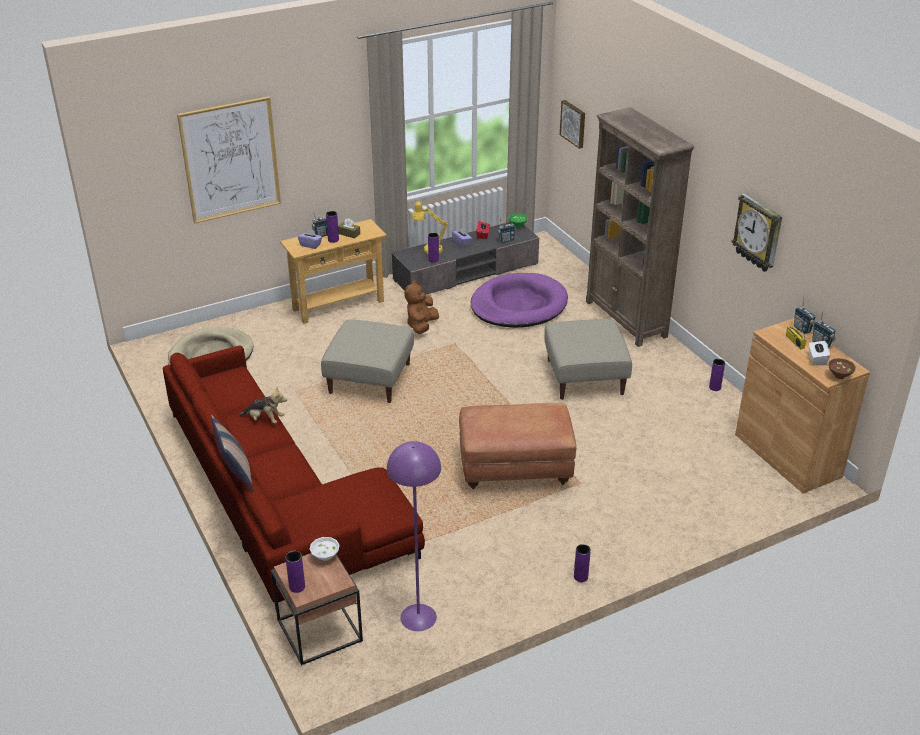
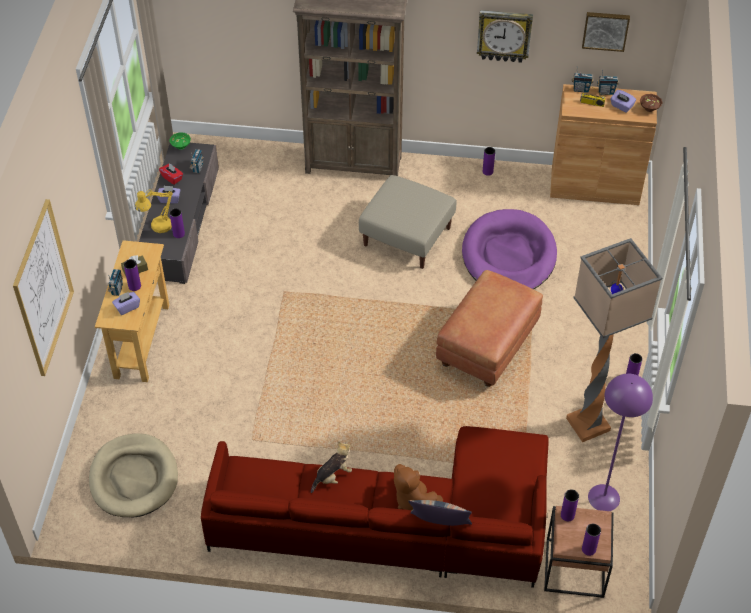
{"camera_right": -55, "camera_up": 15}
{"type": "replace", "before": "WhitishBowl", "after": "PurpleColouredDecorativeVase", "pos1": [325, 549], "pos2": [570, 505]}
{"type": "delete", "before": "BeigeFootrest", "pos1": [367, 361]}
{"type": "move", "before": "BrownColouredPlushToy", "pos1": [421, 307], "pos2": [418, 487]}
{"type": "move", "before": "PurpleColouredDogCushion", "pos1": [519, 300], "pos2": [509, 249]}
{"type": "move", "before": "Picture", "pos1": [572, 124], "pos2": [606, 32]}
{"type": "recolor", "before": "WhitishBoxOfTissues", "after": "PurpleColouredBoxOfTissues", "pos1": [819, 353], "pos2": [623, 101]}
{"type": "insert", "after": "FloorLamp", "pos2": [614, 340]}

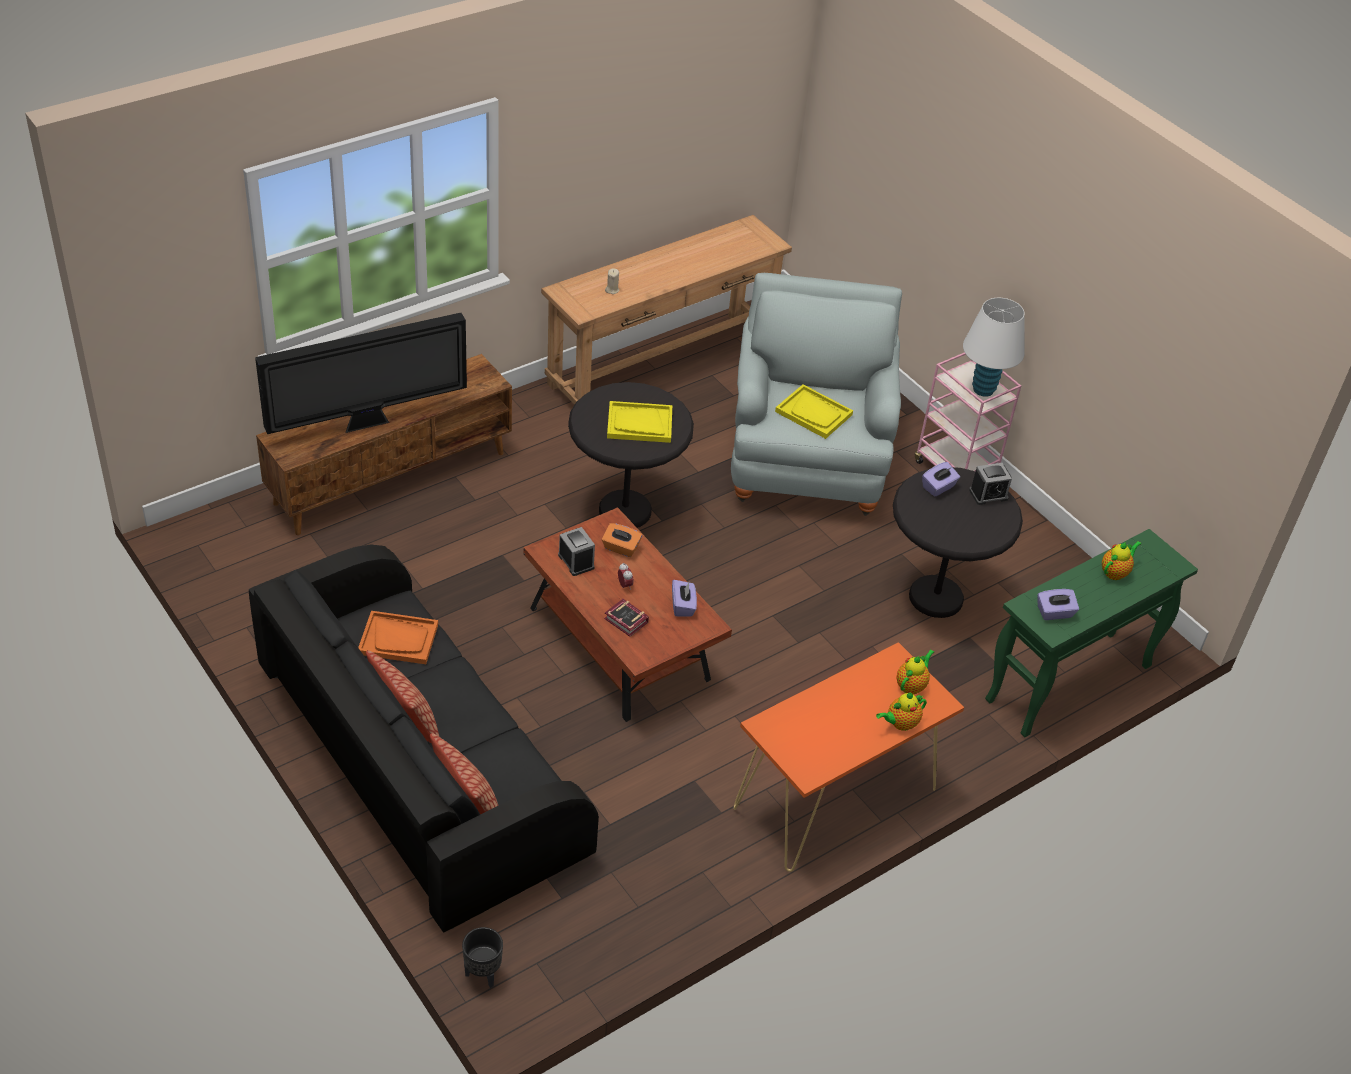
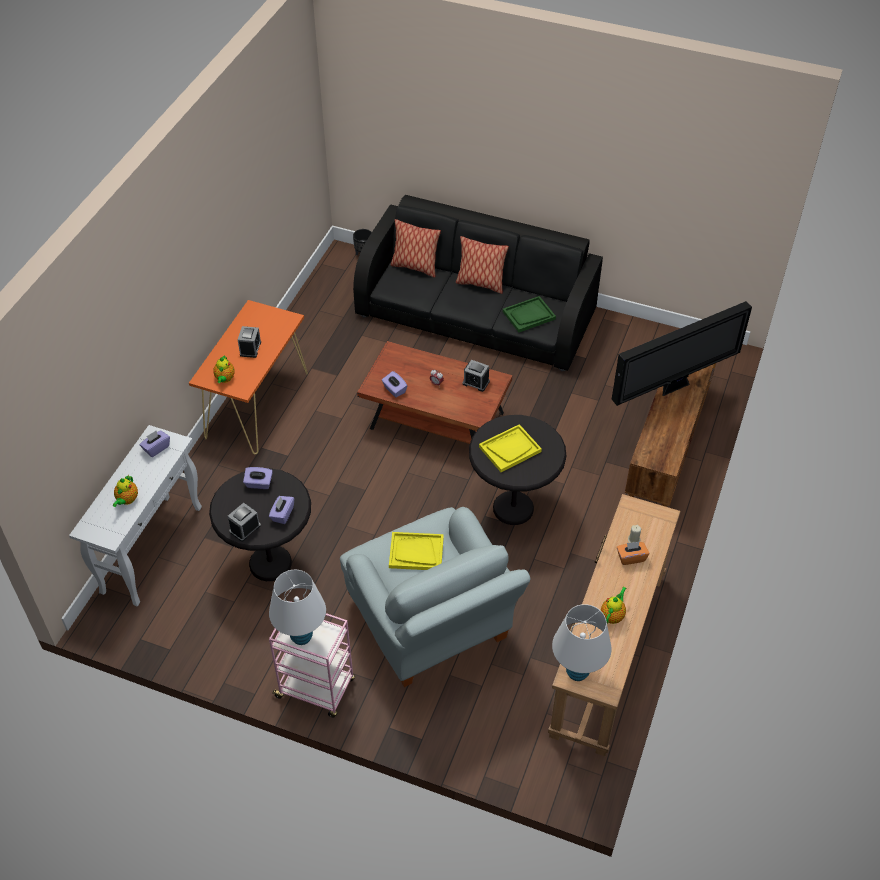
{"camera_right": 150, "camera_up": 5}
{"type": "rotate", "before": "TvSet", "pos1": [361, 373], "pos2": [682, 353], "turn": -150}
{"type": "recolor", "before": "OrangeColouredTray", "after": "GreenishTray", "pos1": [398, 637], "pos2": [529, 314]}
{"type": "move", "before": "OrangeColouredBoxOfTissues", "pos1": [622, 540], "pos2": [633, 553]}
{"type": "delete", "before": "BoundBook", "pos1": [626, 618]}
{"type": "move", "before": "PotForTea", "pos1": [901, 711], "pos2": [613, 605]}
{"type": "recolor", "before": "GreenishNarrowTable", "after": "WhitishNarrowTable", "pos1": [1091, 633], "pos2": [135, 515]}
{"type": "insert", "after": "AlarmClock", "pos2": [249, 342]}
{"type": "insert", "after": "PurpleColouredBoxOfTissues", "pos2": [258, 478]}
{"type": "insert", "after": "WhitishTabletopLamp", "pos2": [582, 642]}

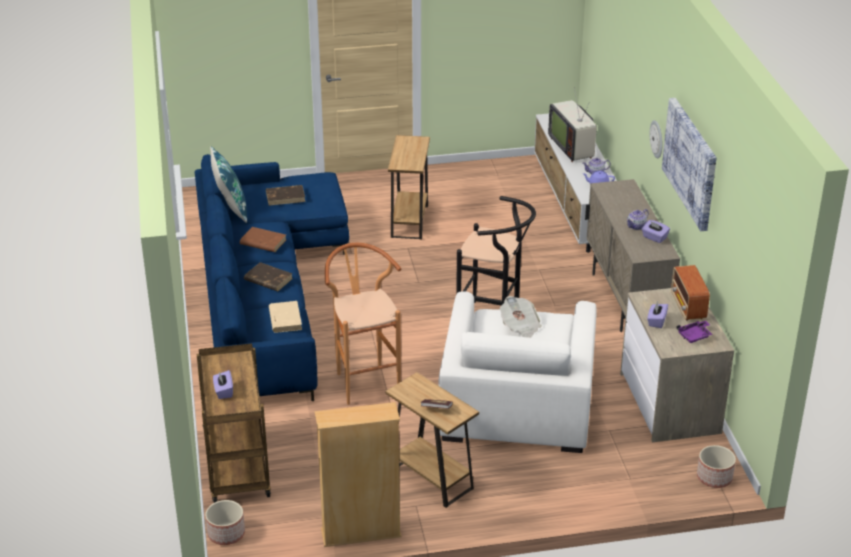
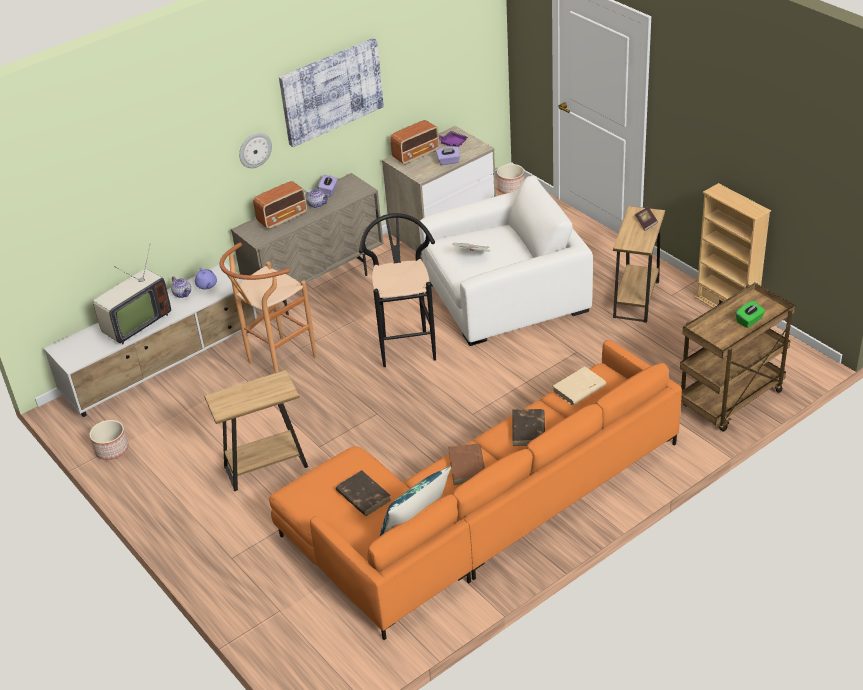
{"camera_right": -115, "camera_up": 5}
{"type": "recolor", "before": "BlueSettee", "after": "OrangeColouredSettee", "pos1": [272, 277], "pos2": [475, 490]}
{"type": "move", "before": "PlantPot", "pos1": [225, 522], "pos2": [109, 440]}
{"type": "recolor", "before": "PurpleColouredBoxOfTissues", "after": "GreenishBoxOfTissues", "pos1": [223, 384], "pos2": [750, 314]}
{"type": "move", "before": "BrownColouredStool", "pos1": [363, 324], "pos2": [267, 308]}
{"type": "insert", "after": "RadioReceiver", "pos2": [280, 205]}

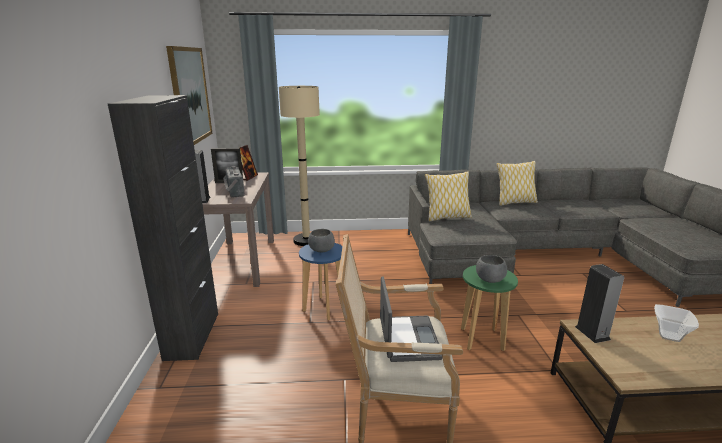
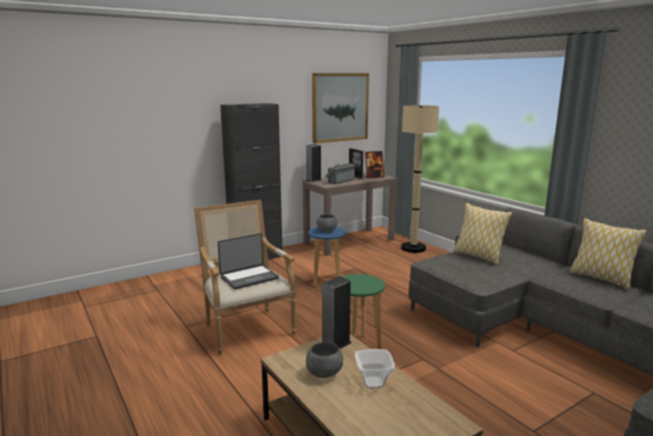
{"camera_right": 60, "camera_up": -5}
{"type": "move", "before": "GreyBowl", "pos1": [491, 269], "pos2": [324, 360]}

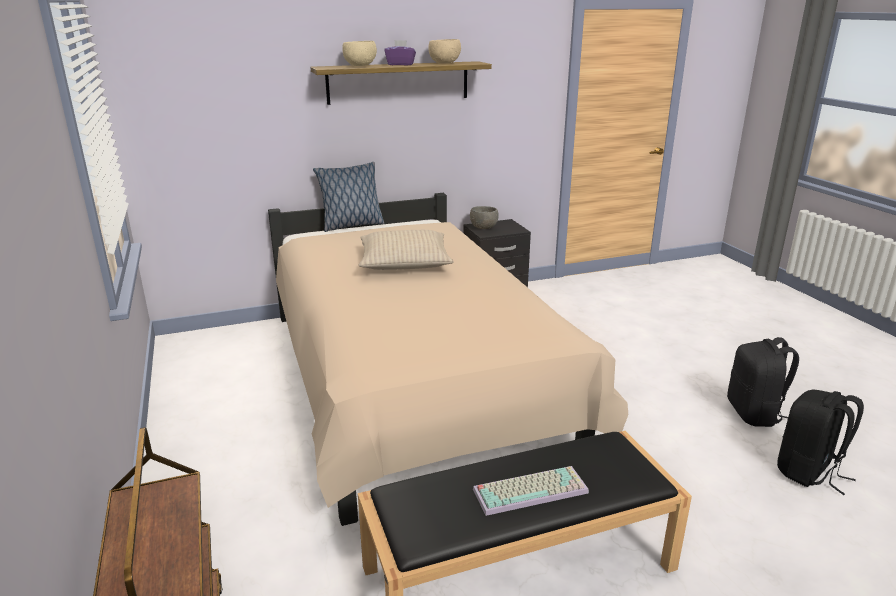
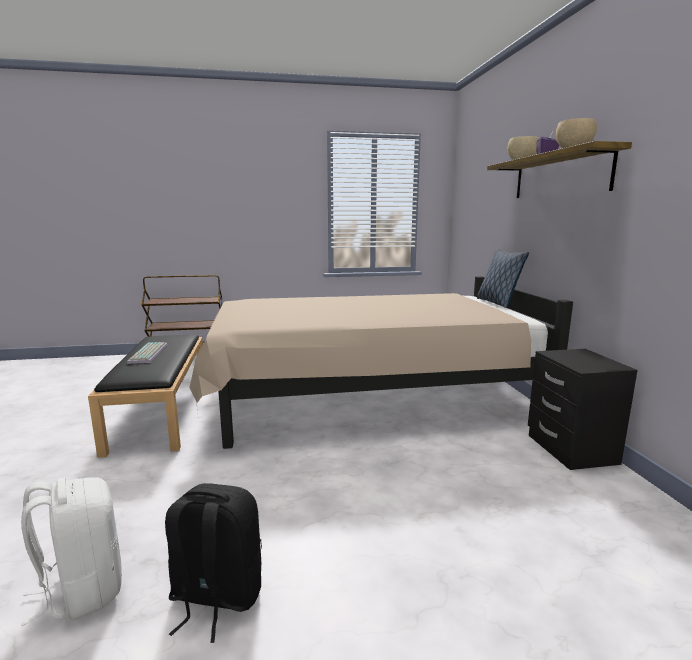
{"camera_right": 100, "camera_up": -10}
{"type": "delete", "before": "BeigePillow", "pos1": [406, 250]}
{"type": "delete", "before": "GreyBowl", "pos1": [484, 217]}
{"type": "recolor", "before": "BlackColouredBackpack", "after": "WhitishBackpack", "pos1": [820, 442], "pos2": [71, 551]}

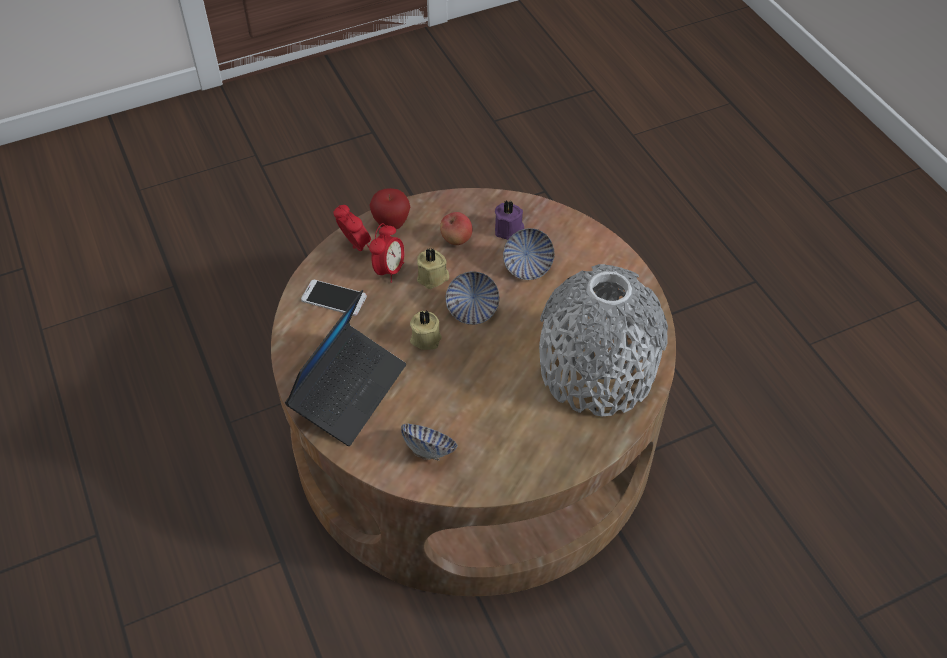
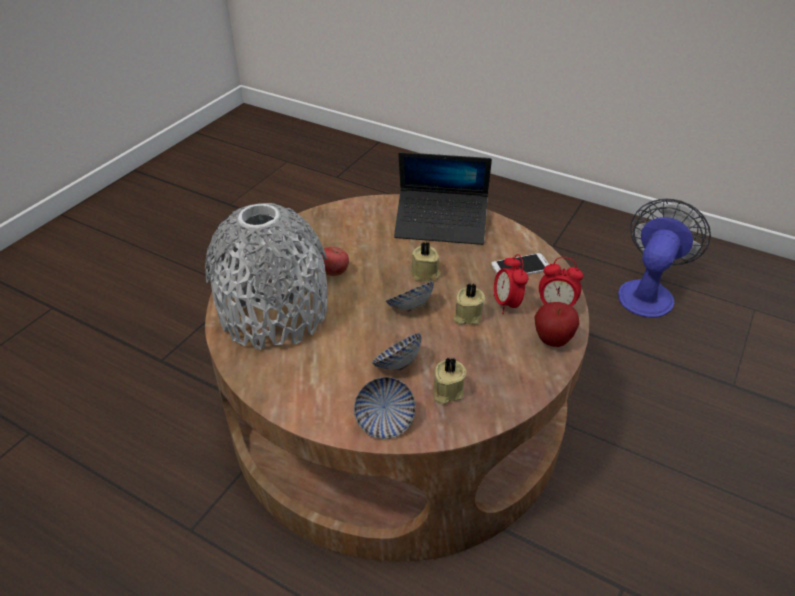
{"camera_right": 145, "camera_up": -10}
{"type": "rotate", "before": "NotebookComputer", "pos1": [345, 368], "pos2": [443, 198], "turn": -75}
{"type": "move", "before": "Bowl", "pos1": [429, 442], "pos2": [385, 408]}
{"type": "move", "before": "WholeApple", "pos1": [456, 228], "pos2": [335, 261]}
{"type": "recolor", "before": "PurpleColouredCandle", "after": "BeigeCandle", "pos1": [509, 220], "pos2": [449, 380]}
{"type": "insert", "after": "Fan", "pos2": [664, 258]}

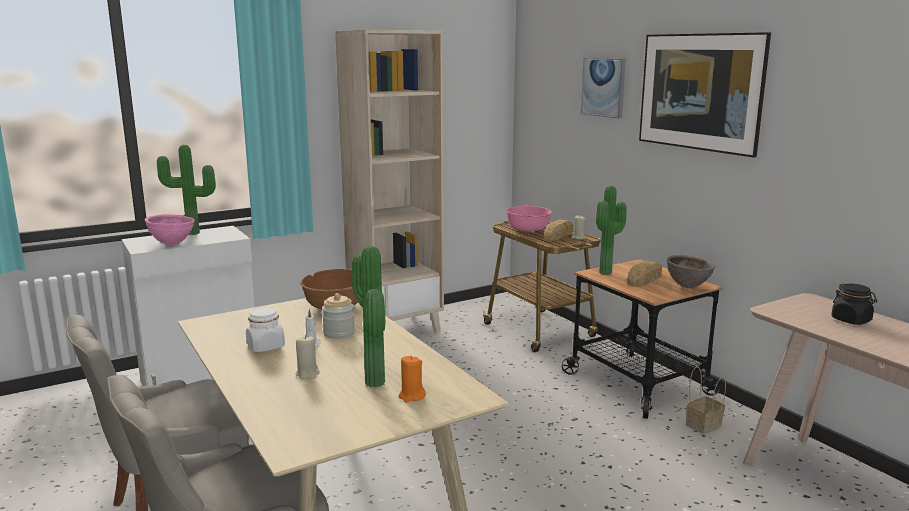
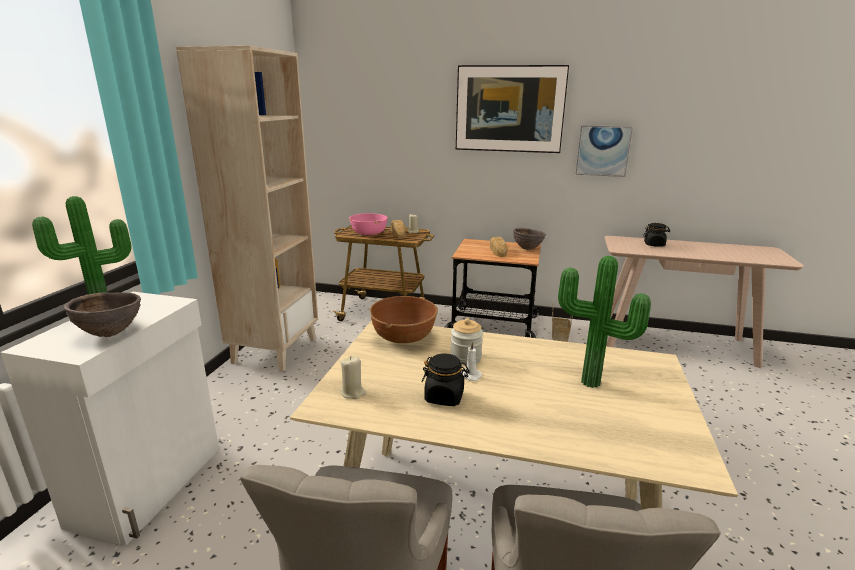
{"camera_right": -45, "camera_up": 5}
{"type": "recolor", "before": "PinkColouredBowl", "after": "BrownColouredBowl", "pos1": [170, 230], "pos2": [102, 314]}
{"type": "recolor", "before": "WhitishStorageJar", "after": "BlackColouredStorageJar", "pos1": [265, 329], "pos2": [445, 379]}
{"type": "move", "before": "BeigeCandle", "pos1": [307, 357], "pos2": [353, 377]}
{"type": "delete", "before": "OrangeColouredCandle", "pos1": [412, 379]}
{"type": "move", "before": "Picture", "pos1": [603, 88], "pos2": [604, 151]}
{"type": "delete", "before": "PlantInAPot", "pos1": [611, 230]}

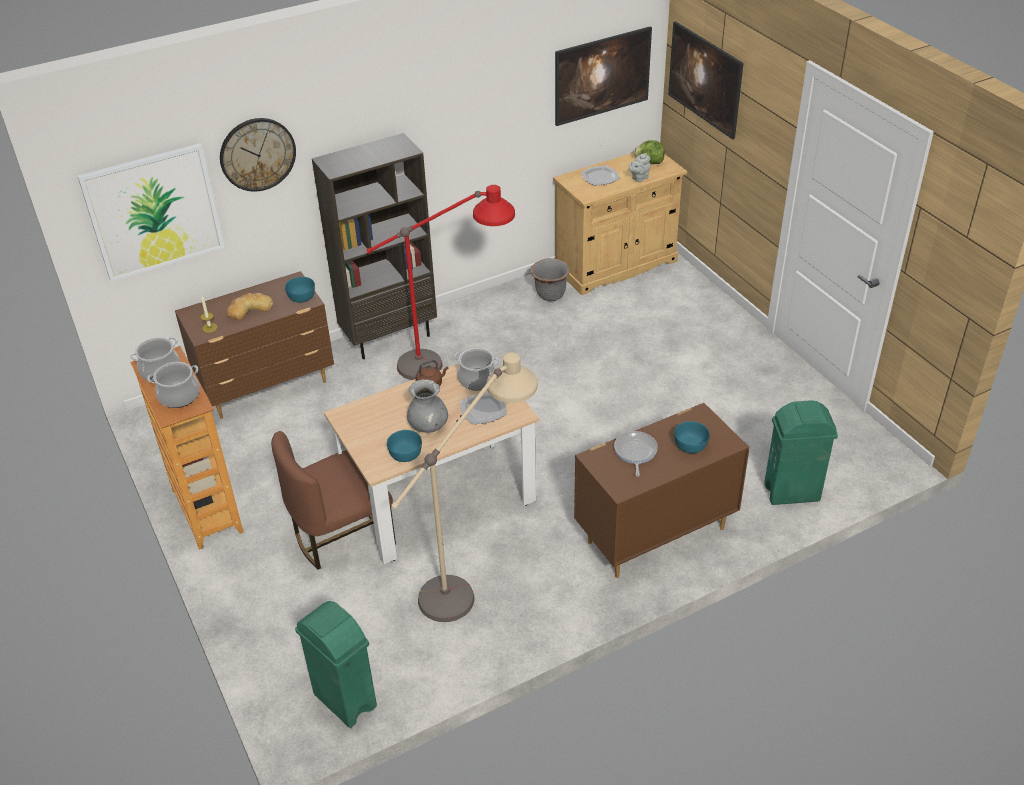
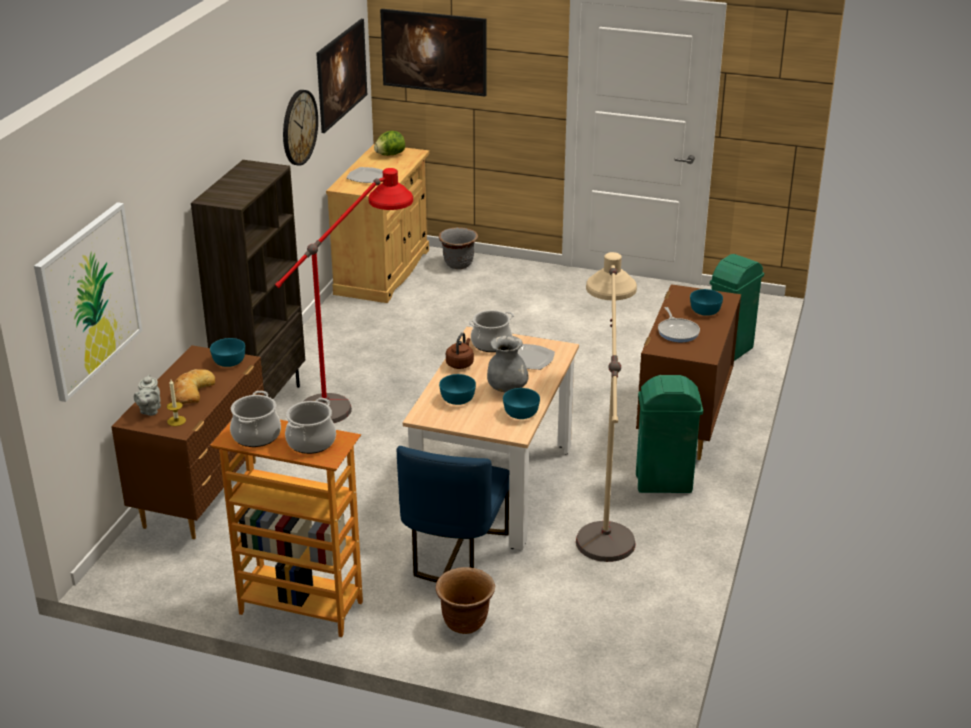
{"camera_right": -45, "camera_up": -10}
{"type": "move", "before": "ClockOnTheWall", "pos1": [258, 155], "pos2": [300, 128]}
{"type": "recolor", "before": "BrownColouredChair", "after": "BlueChair", "pos1": [333, 500], "pos2": [453, 514]}
{"type": "move", "before": "GreenishRubbishBin", "pos1": [336, 664], "pos2": [669, 434]}
{"type": "move", "before": "GreyPlantPot", "pos1": [550, 279], "pos2": [458, 248]}
{"type": "rotate", "before": "Skillet", "pos1": [636, 454], "pos2": [679, 324], "turn": -150}
{"type": "move", "before": "GreyPotForTea", "pos1": [640, 167], "pos2": [147, 395]}
{"type": "insert", "after": "BrownColouredPlantPot", "pos2": [465, 600]}
{"type": "insert", "after": "TurquoiseBowl", "pos2": [457, 389]}

